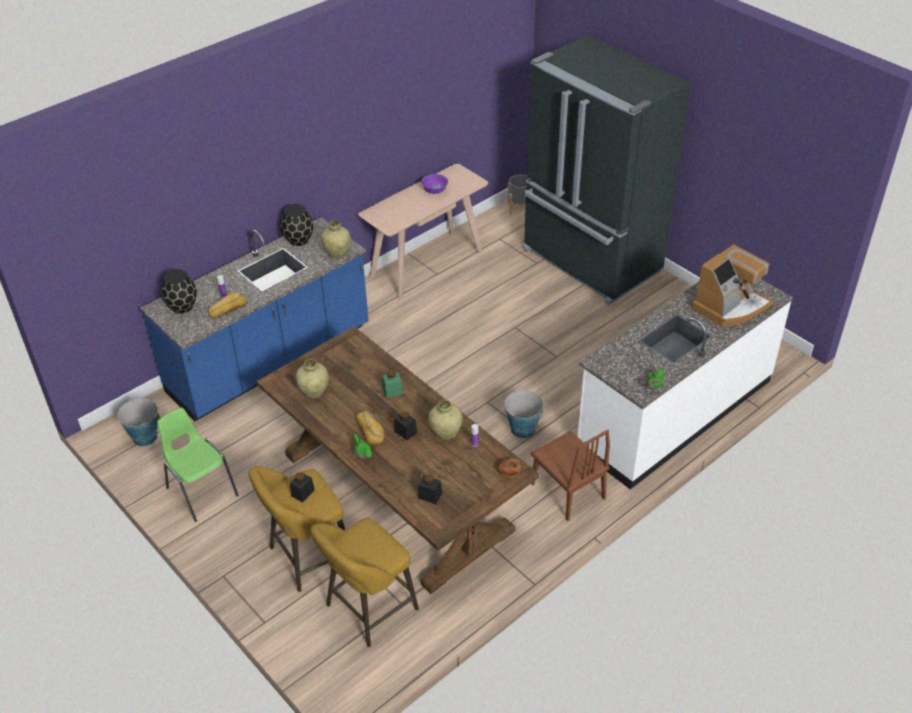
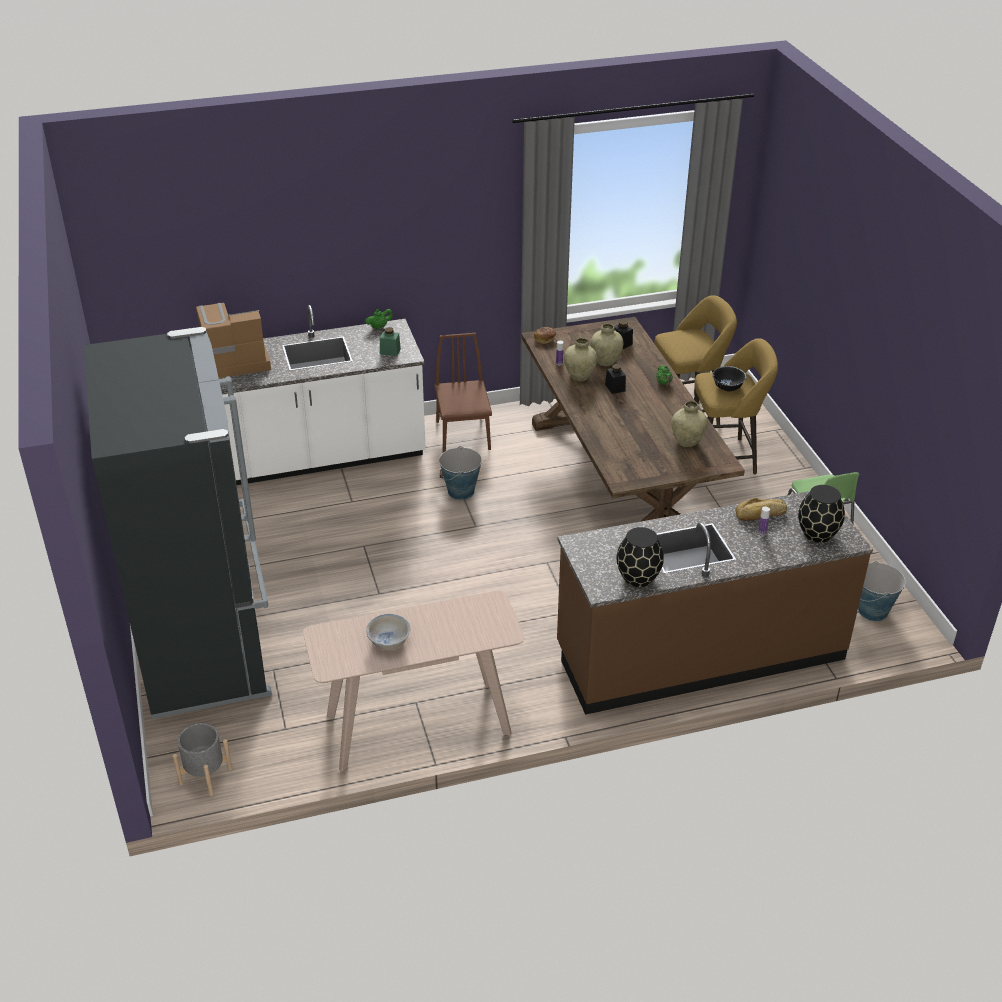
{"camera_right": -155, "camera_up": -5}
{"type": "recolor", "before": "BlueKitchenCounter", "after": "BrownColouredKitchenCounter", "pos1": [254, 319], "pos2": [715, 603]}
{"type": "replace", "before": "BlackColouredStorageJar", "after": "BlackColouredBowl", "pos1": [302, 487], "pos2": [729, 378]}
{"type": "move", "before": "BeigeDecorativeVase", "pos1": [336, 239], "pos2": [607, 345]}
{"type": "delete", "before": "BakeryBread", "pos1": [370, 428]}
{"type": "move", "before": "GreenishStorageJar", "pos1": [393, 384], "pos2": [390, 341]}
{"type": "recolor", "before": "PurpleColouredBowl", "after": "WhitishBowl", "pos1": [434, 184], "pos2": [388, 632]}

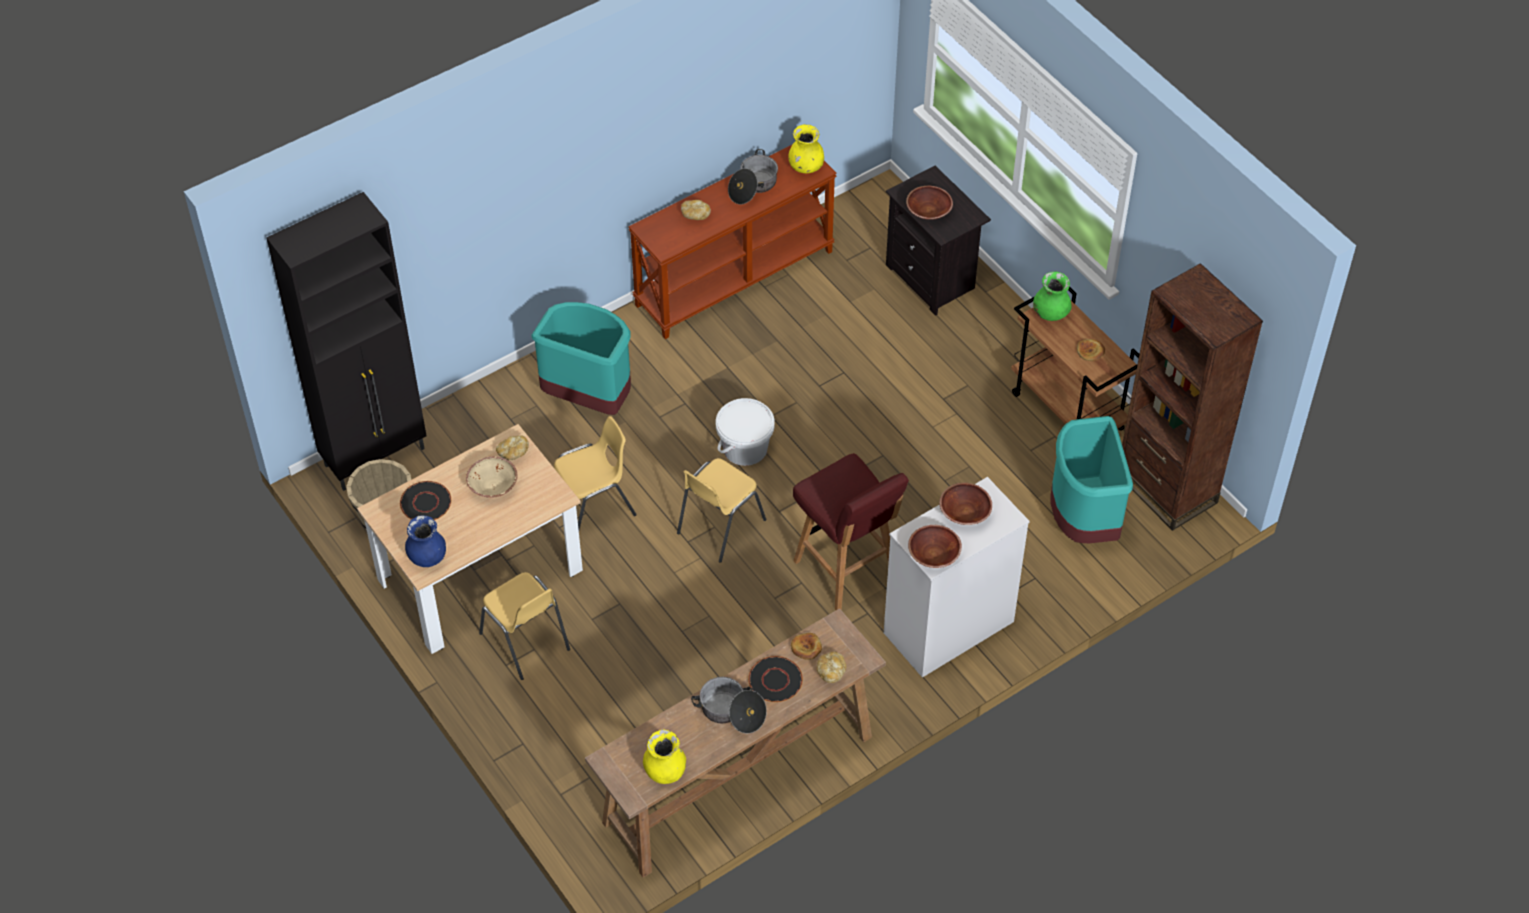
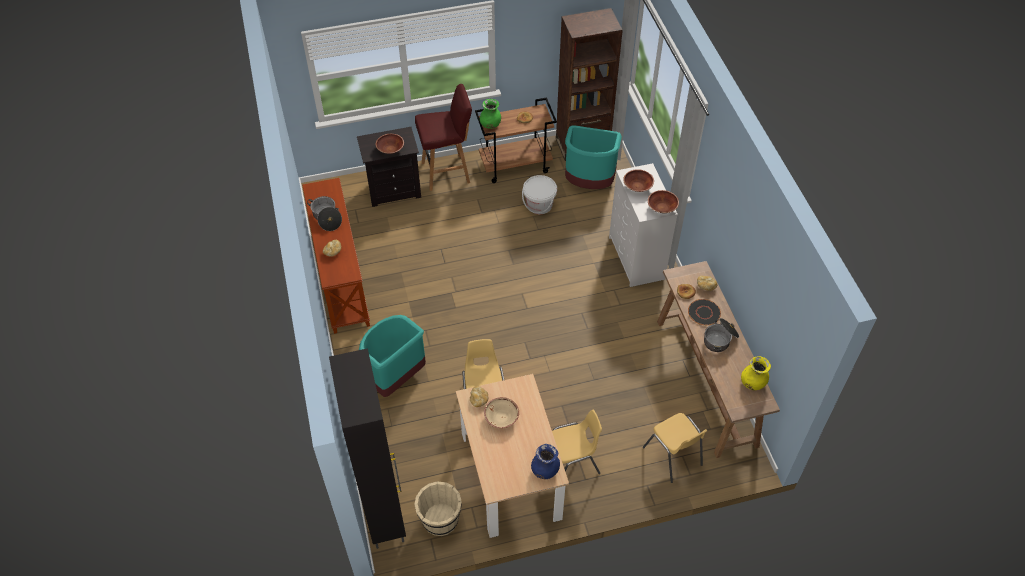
{"camera_right": -70, "camera_up": 0}
{"type": "delete", "before": "BlackColouredFlatDish", "pos1": [425, 500]}
{"type": "move", "before": "YellowChair", "pos1": [721, 510], "pos2": [675, 448]}
{"type": "move", "before": "WhitishBucket", "pos1": [745, 432], "pos2": [539, 194]}
{"type": "delete", "before": "YellowDecorativeVase", "pos1": [806, 148]}
{"type": "move", "before": "RedColouredStool", "pos1": [851, 531], "pos2": [443, 137]}

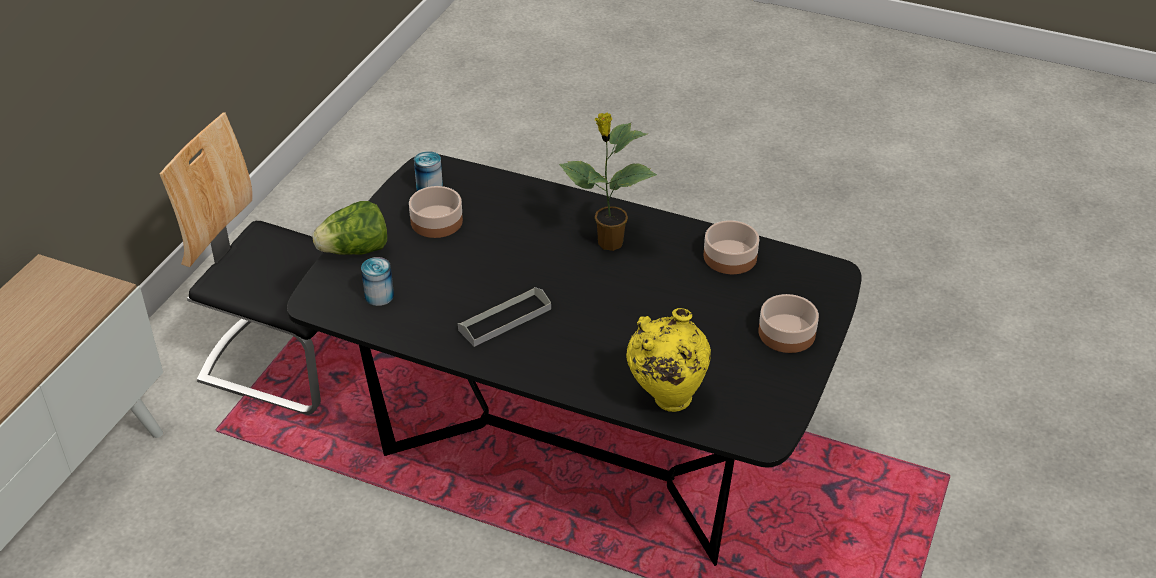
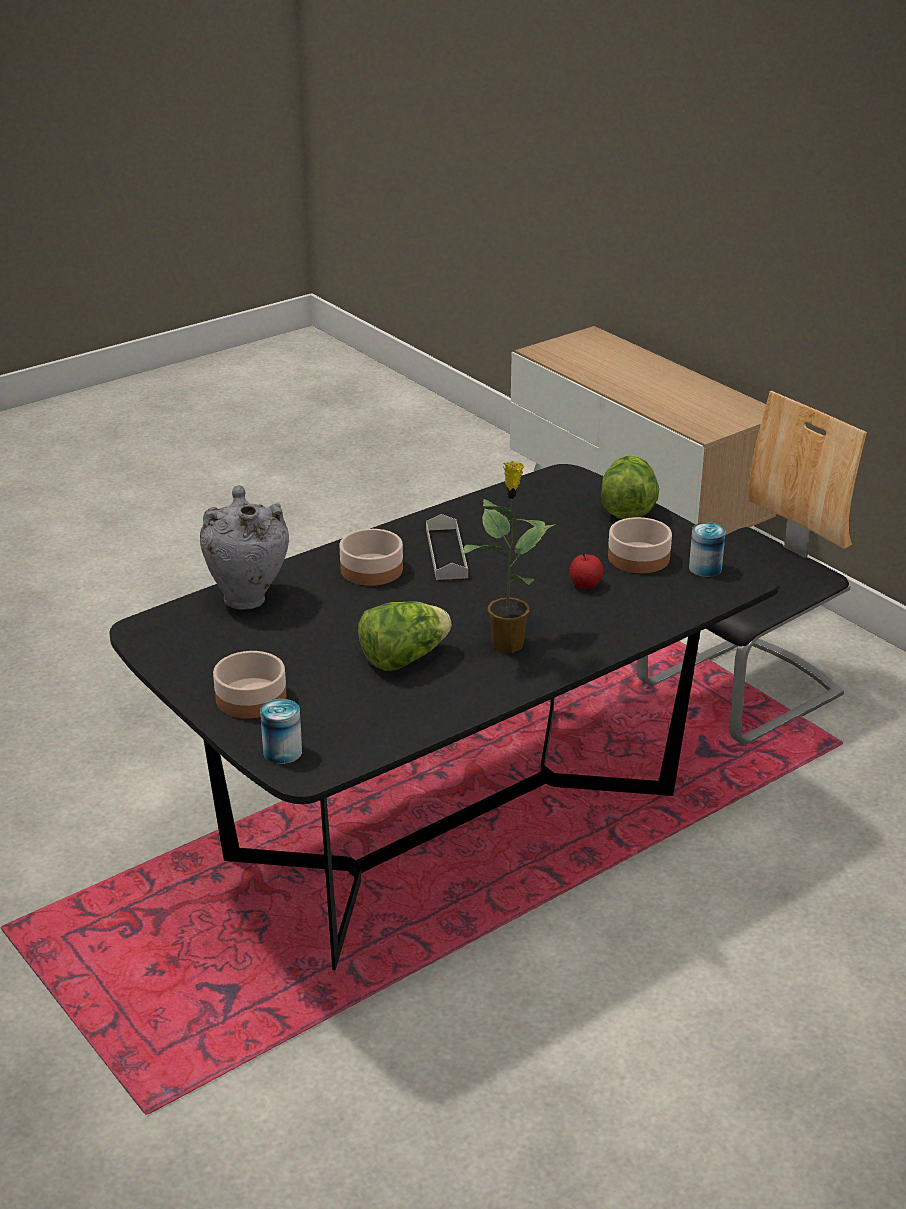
{"camera_right": 120, "camera_up": -10}
{"type": "move", "before": "MetalCan", "pos1": [377, 281], "pos2": [281, 731]}
{"type": "recolor", "before": "YellowDecorativeVase", "after": "GreyDecorativeVase", "pos1": [668, 360], "pos2": [244, 547]}
{"type": "move", "before": "Bowl", "pos1": [731, 247], "pos2": [371, 557]}
{"type": "insert", "after": "Lettuce", "pos2": [405, 636]}
{"type": "insert", "after": "WholeApple", "pos2": [586, 571]}

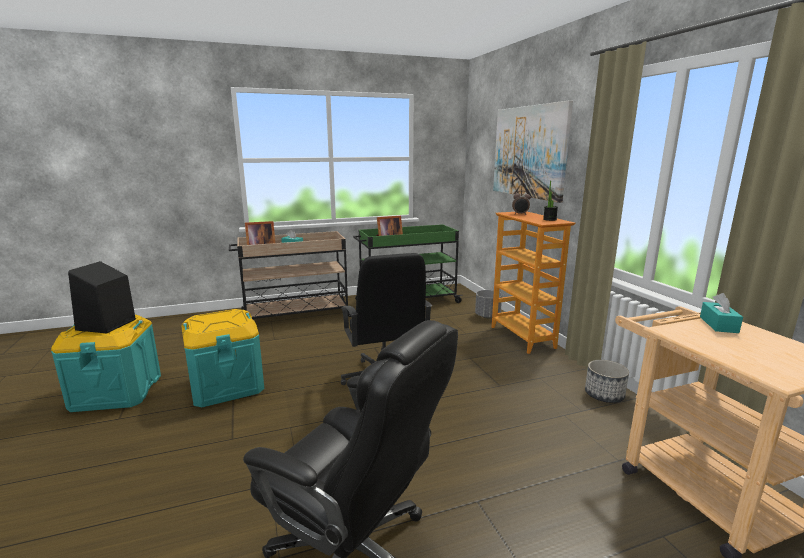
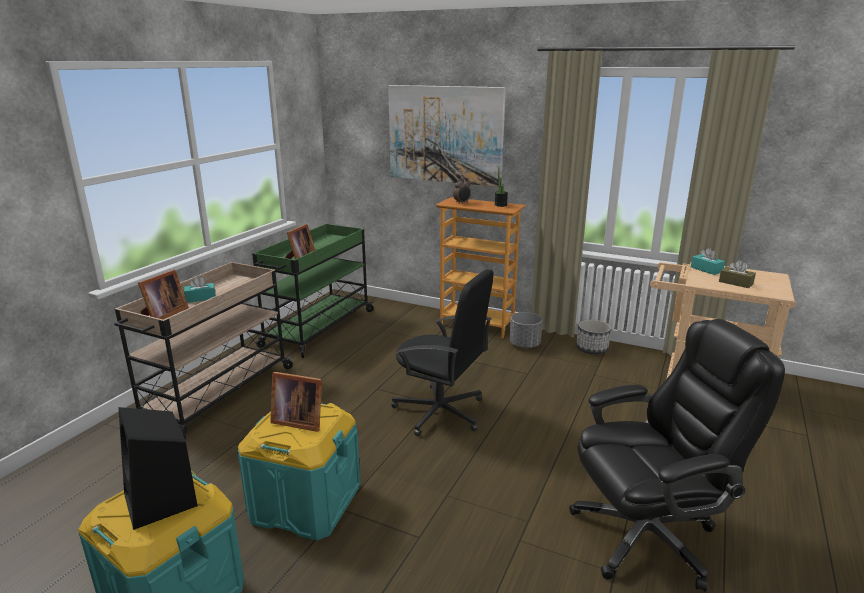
{"camera_right": -45, "camera_up": 5}
{"type": "move", "before": "GreyPlantPot", "pos1": [488, 304], "pos2": [526, 330]}
{"type": "insert", "after": "PictureFrame", "pos2": [296, 402]}
{"type": "insert", "after": "BrownColouredBoxOfTissues", "pos2": [737, 274]}

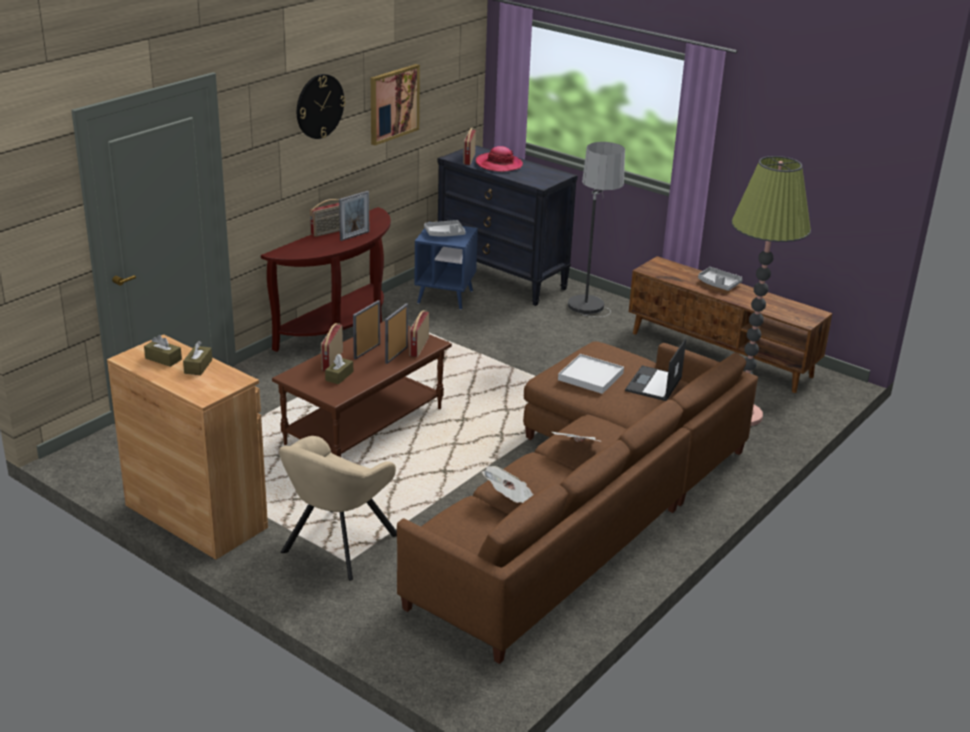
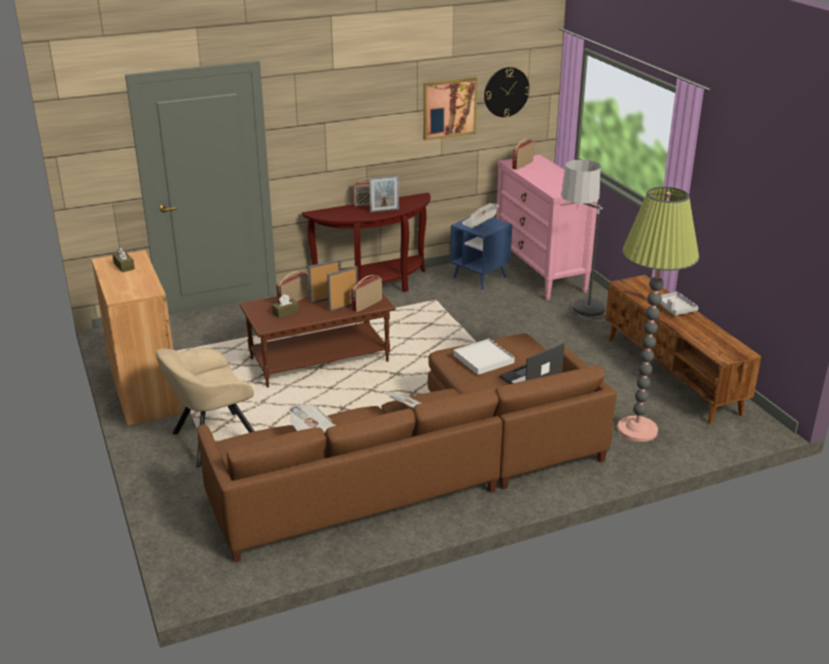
{"camera_right": 30, "camera_up": 0}
{"type": "delete", "before": "BrownColouredBoxOfTissues", "pos1": [197, 358]}
{"type": "move", "before": "ClockOnTheWall", "pos1": [321, 106], "pos2": [507, 92]}
{"type": "replace", "before": "GreyTray", "after": "Newspaper", "pos1": [445, 228], "pos2": [480, 215]}
{"type": "recolor", "before": "BlackColouredChestOfDrawers", "after": "PinkColouredChestOfDrawers", "pos1": [508, 225], "pos2": [547, 227]}
{"type": "delete", "before": "Hat", "pos1": [499, 159]}

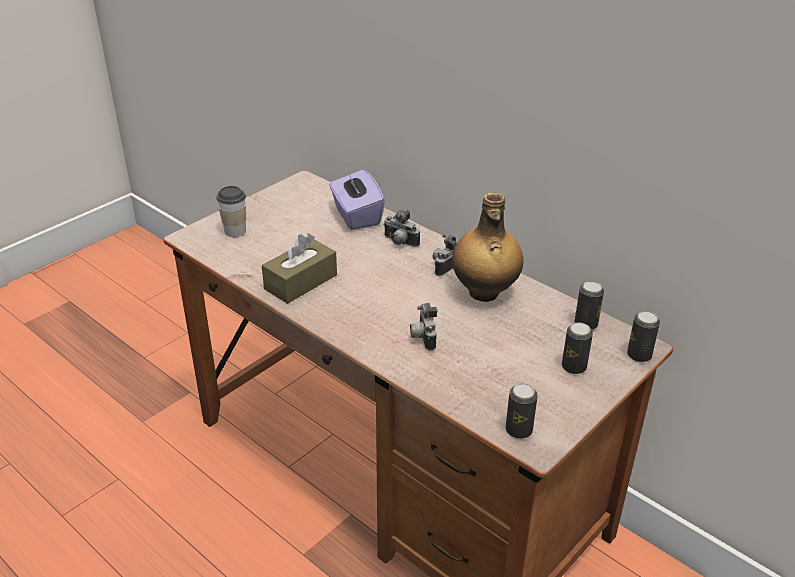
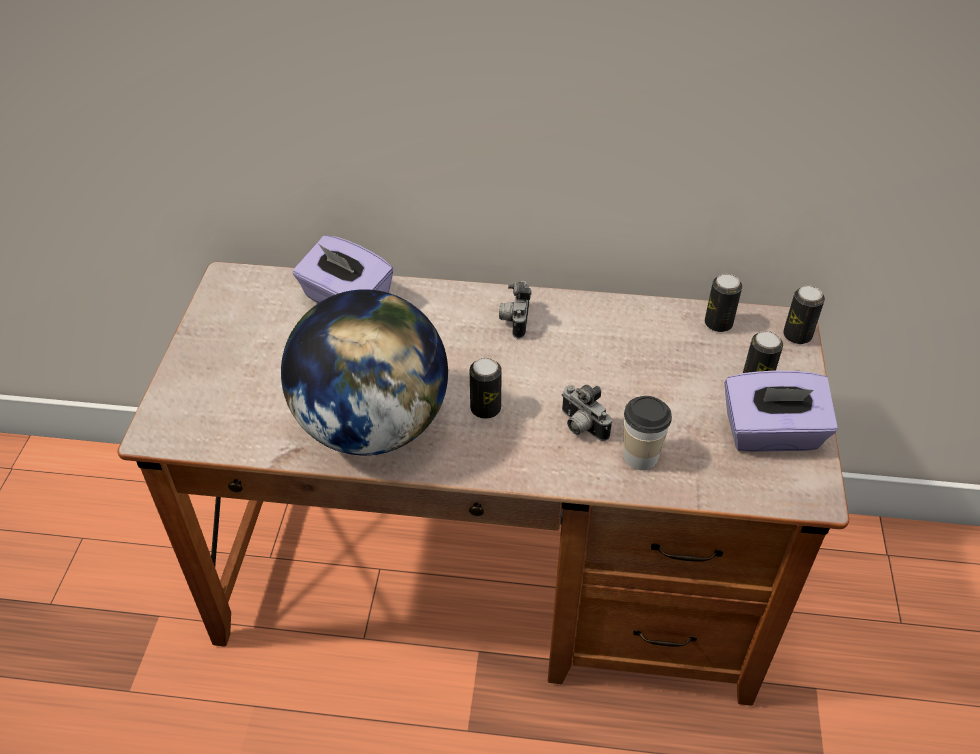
{"camera_right": -35, "camera_up": 10}
{"type": "move", "before": "Cup", "pos1": [231, 211], "pos2": [647, 433]}
{"type": "replace", "before": "BrownColouredBoxOfTissues", "after": "WorldGlobe", "pos1": [299, 268], "pos2": [364, 372]}
{"type": "delete", "before": "StillCamera", "pos1": [401, 228]}
{"type": "delete", "before": "BeverageBottle", "pos1": [488, 247]}
{"type": "move", "before": "MetalCan", "pos1": [522, 411], "pos2": [486, 388]}
{"type": "insert", "after": "PurpleColouredBoxOfTissues", "pos2": [781, 411]}

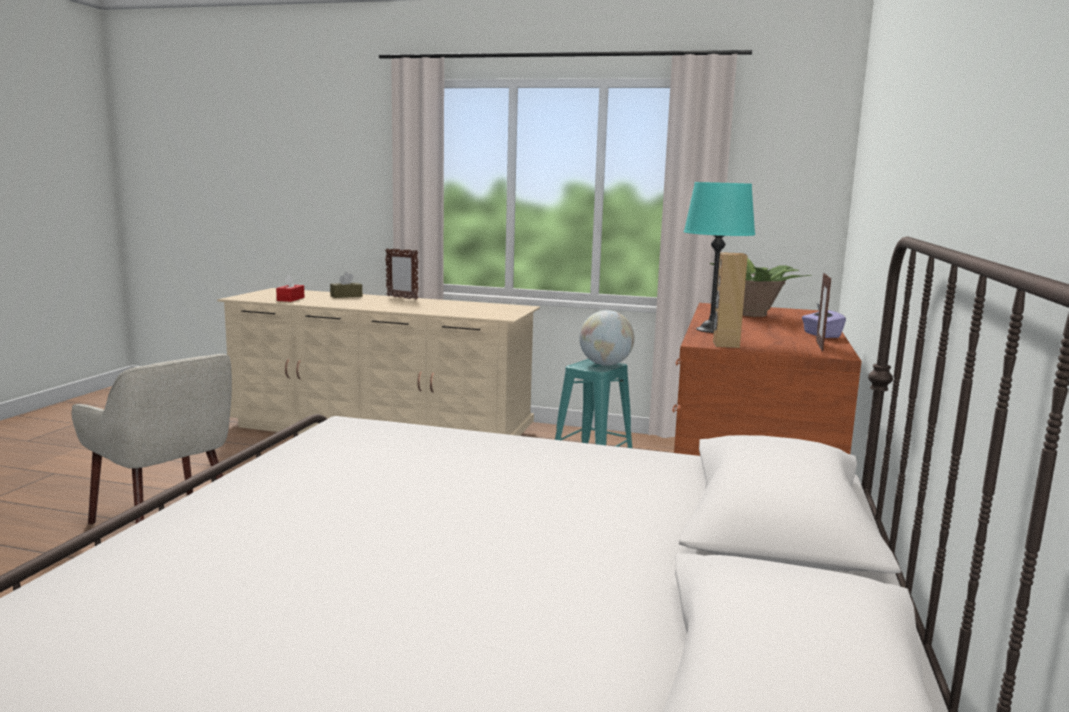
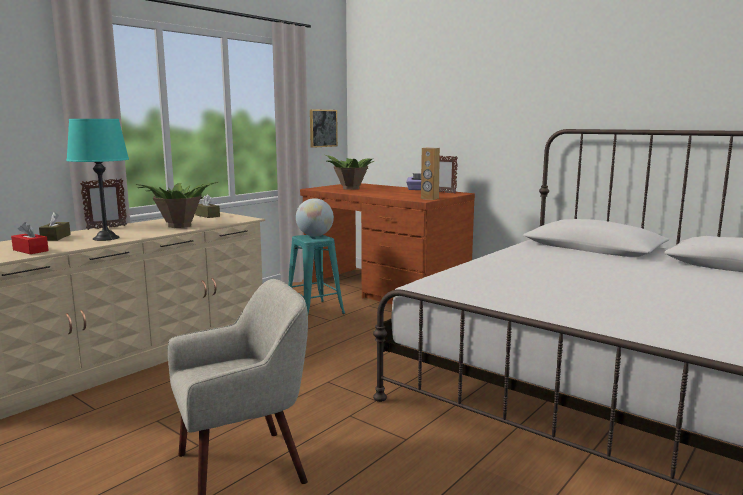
{"camera_right": -65, "camera_up": 0}
{"type": "move", "before": "TurquoiseTabletopLamp", "pos1": [719, 257], "pos2": [97, 180]}
{"type": "insert", "after": "PlantInAPot", "pos2": [177, 204]}
{"type": "insert", "after": "BrownColouredBoxOfTissues", "pos2": [207, 206]}
{"type": "insert", "after": "Picture", "pos2": [324, 128]}

